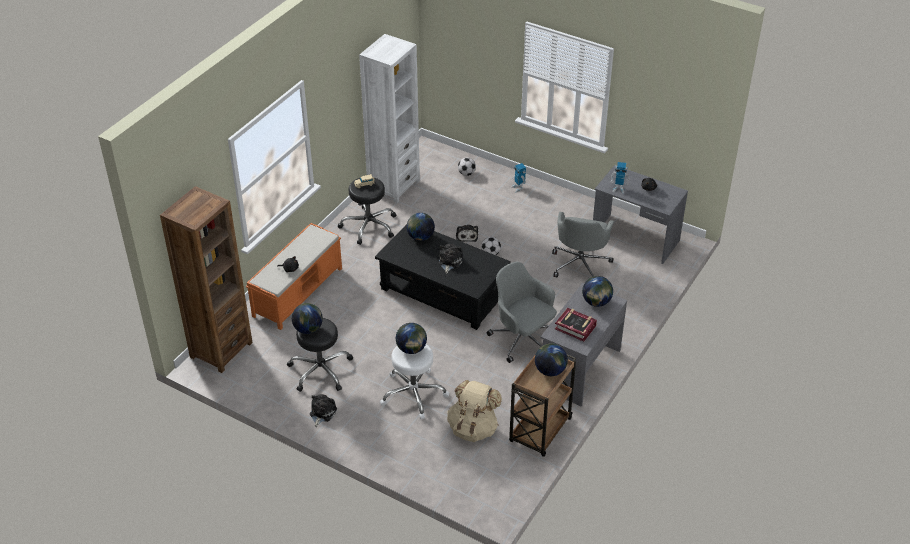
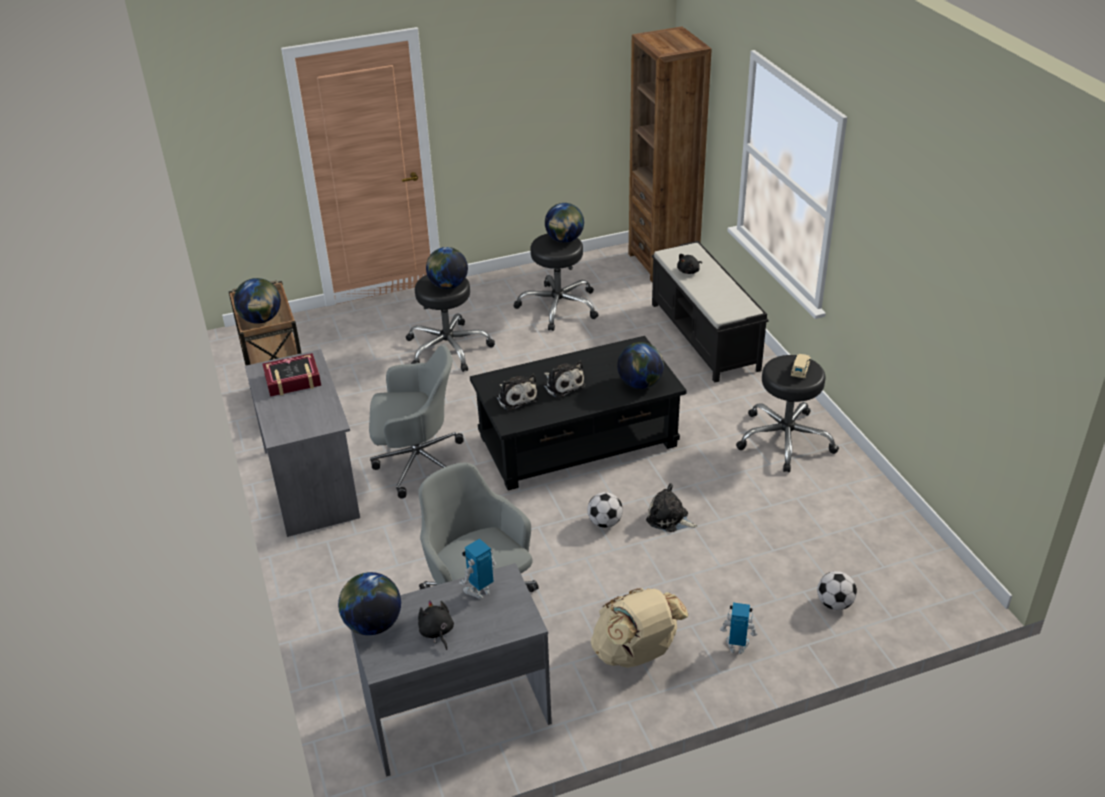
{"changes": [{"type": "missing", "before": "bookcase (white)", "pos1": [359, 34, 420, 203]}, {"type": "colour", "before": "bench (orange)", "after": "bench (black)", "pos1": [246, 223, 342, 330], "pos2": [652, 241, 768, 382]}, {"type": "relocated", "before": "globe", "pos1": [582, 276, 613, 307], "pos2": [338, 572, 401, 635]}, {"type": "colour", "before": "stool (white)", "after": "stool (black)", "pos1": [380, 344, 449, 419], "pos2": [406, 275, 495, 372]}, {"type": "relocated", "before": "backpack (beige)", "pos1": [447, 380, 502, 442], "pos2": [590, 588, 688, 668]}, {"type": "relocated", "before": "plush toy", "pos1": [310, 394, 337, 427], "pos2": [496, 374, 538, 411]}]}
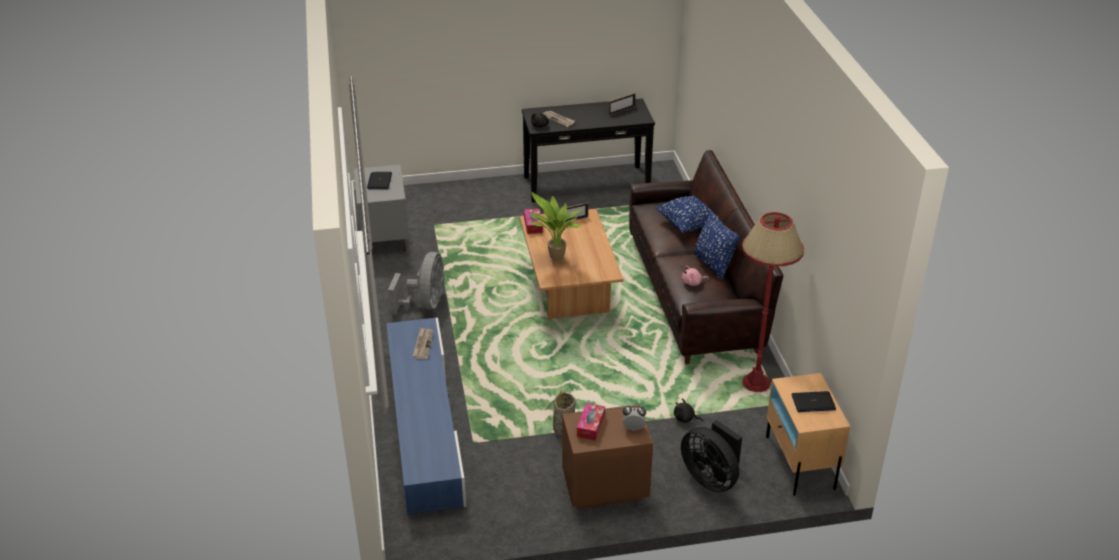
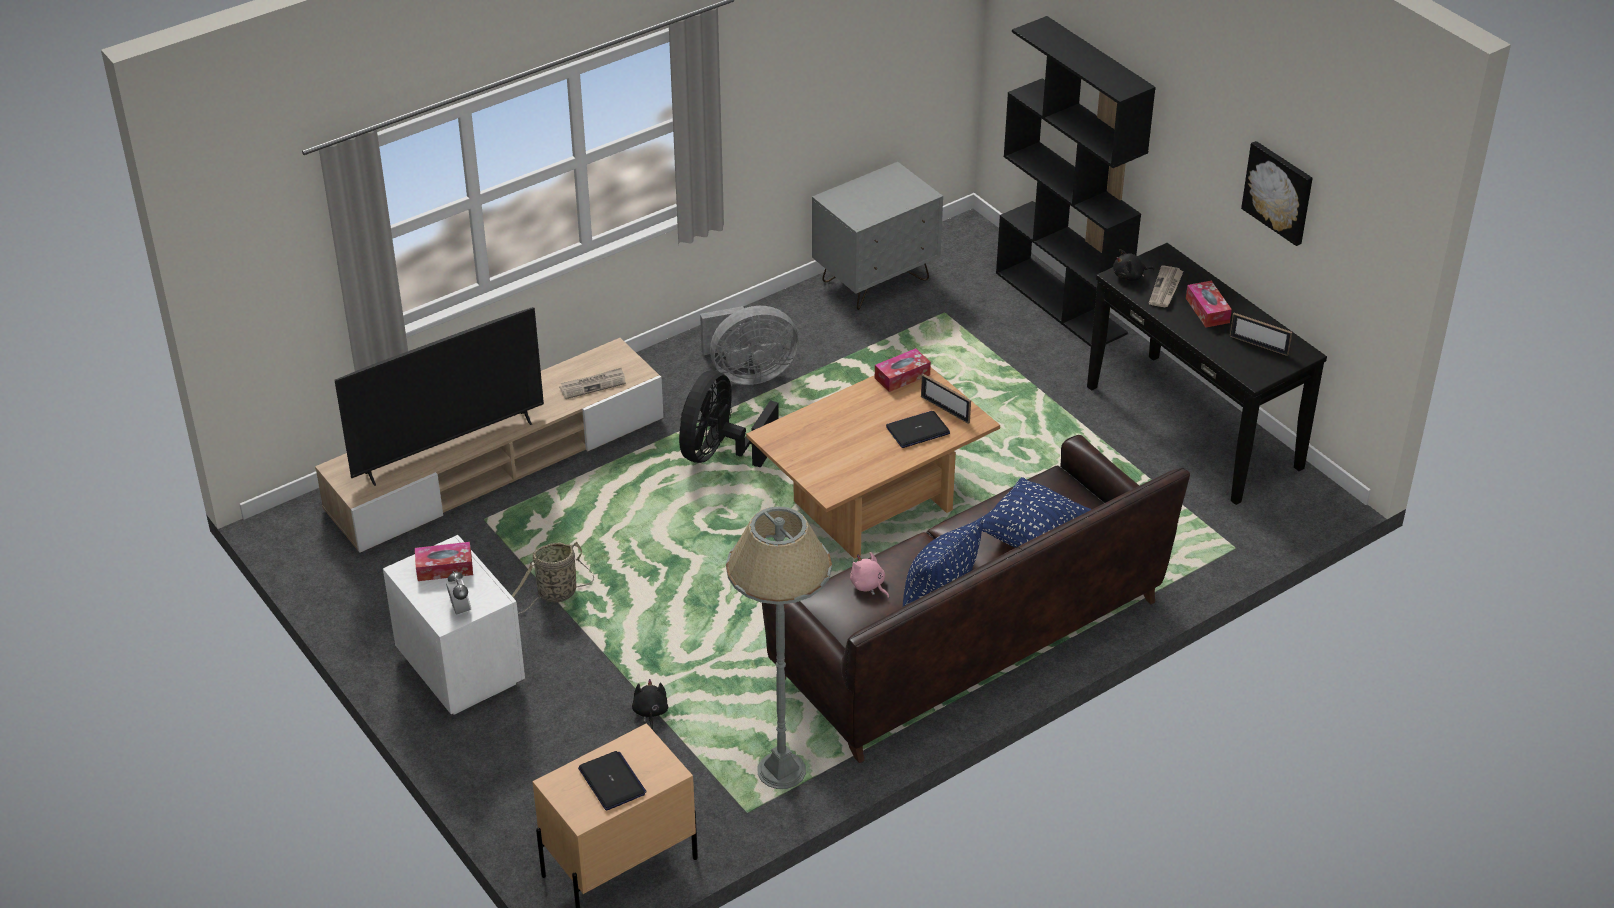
{"changes": [{"type": "relocated", "before": "laptop", "pos1": [367, 172, 392, 189], "pos2": [886, 411, 950, 448]}, {"type": "missing", "before": "potted plant", "pos1": [530, 192, 582, 261]}, {"type": "colour", "before": "floor lamp (red)", "after": "floor lamp (grey)", "pos1": [742, 212, 804, 392], "pos2": [726, 506, 832, 789]}, {"type": "colour", "before": "tv stand (blue)", "after": "tv stand (beige)", "pos1": [386, 317, 466, 515], "pos2": [315, 338, 664, 553]}, {"type": "colour", "before": "nightstand (brown)", "after": "nightstand (white)", "pos1": [562, 404, 653, 509], "pos2": [383, 535, 525, 715]}, {"type": "relocated", "before": "fan (black)", "pos1": [681, 420, 742, 492], "pos2": [679, 371, 779, 468]}, {"type": "appeared", "after": "bookcase (black)", "pos2": [996, 16, 1156, 347]}, {"type": "appeared", "after": "picture", "pos2": [1241, 141, 1313, 246]}, {"type": "appeared", "after": "tissue box", "pos2": [1186, 281, 1232, 327]}, {"type": "appeared", "after": "television", "pos2": [335, 307, 544, 486]}]}
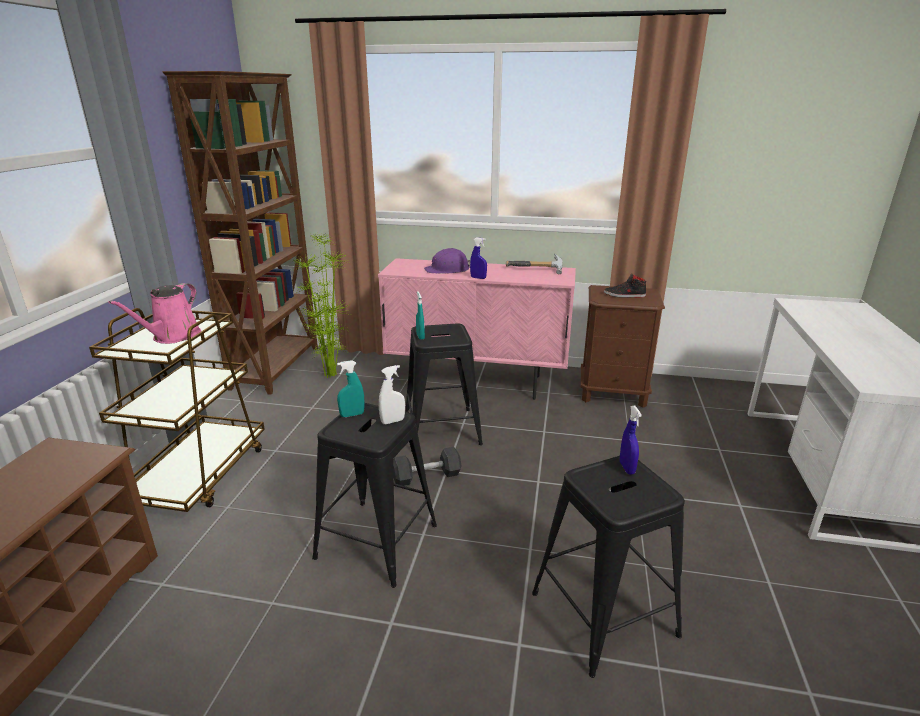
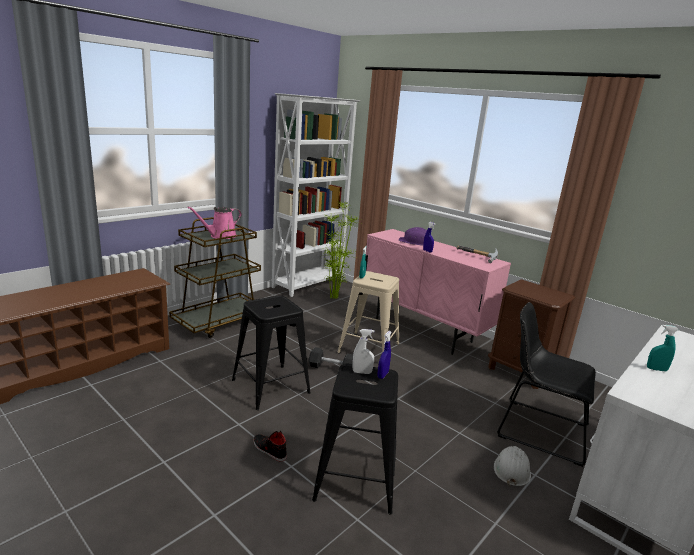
{"changes": [{"type": "colour", "before": "bookcase (brown)", "after": "bookcase (white)", "pos1": [162, 71, 318, 395], "pos2": [272, 93, 361, 297]}, {"type": "relocated", "before": "shoe (black)", "pos1": [604, 273, 646, 298], "pos2": [253, 431, 287, 462]}, {"type": "colour", "before": "stool (black)", "after": "stool (beige)", "pos1": [406, 324, 483, 452], "pos2": [337, 271, 399, 353]}, {"type": "relocated", "before": "spray bottle (turquoise)", "pos1": [337, 360, 364, 417], "pos2": [647, 325, 679, 372]}, {"type": "relocated", "before": "spray bottle (white)", "pos1": [379, 365, 405, 424], "pos2": [352, 329, 375, 374]}, {"type": "appeared", "after": "chair (black)", "pos2": [497, 302, 596, 467]}, {"type": "appeared", "after": "hard hat (white)", "pos2": [494, 446, 531, 487]}]}
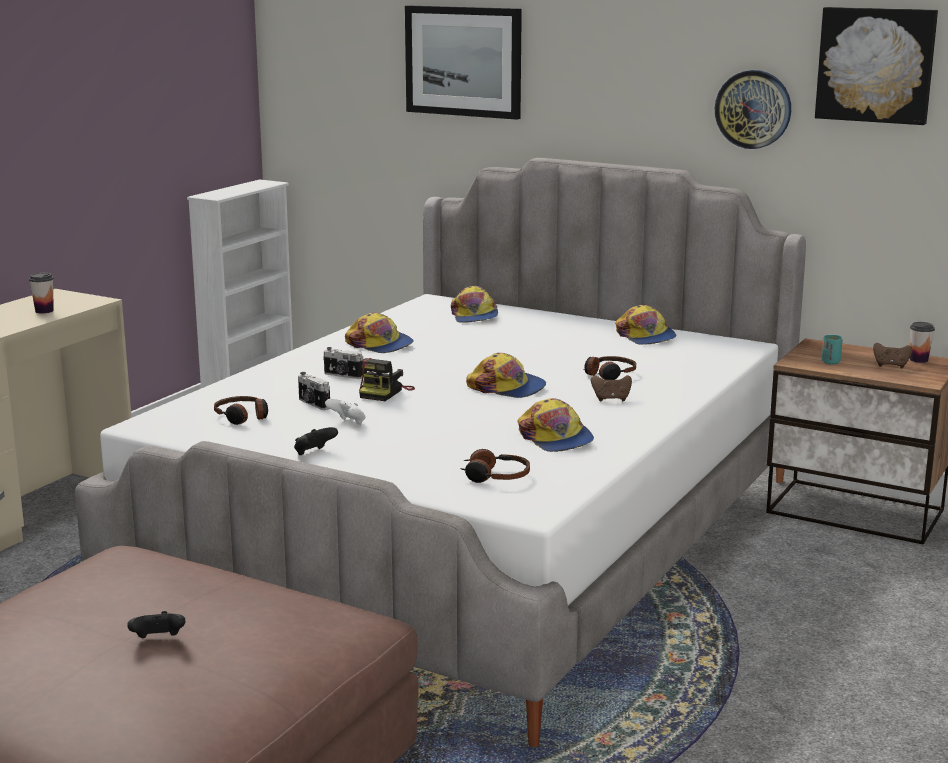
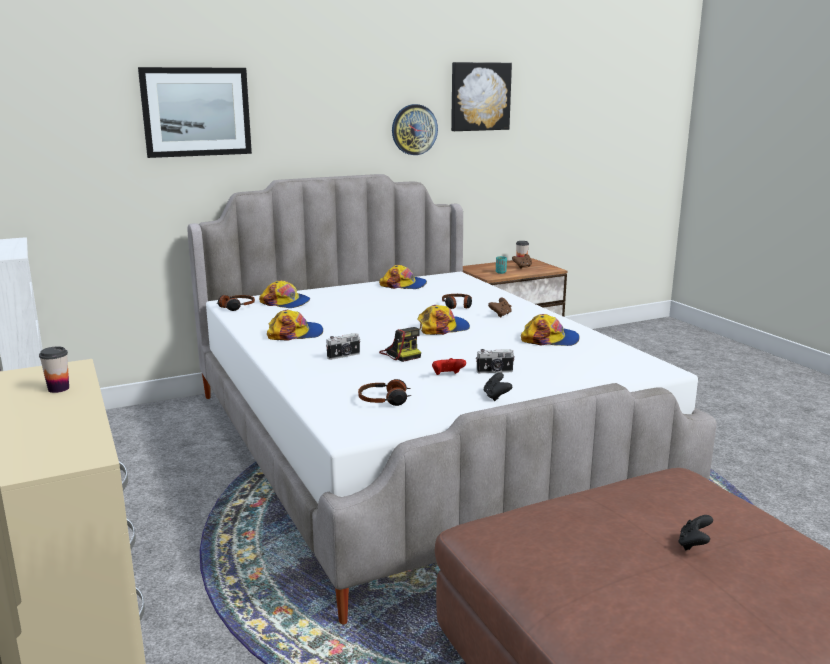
{"changes": [{"type": "relocated", "before": "photo camera", "pos1": [298, 372, 330, 410], "pos2": [476, 349, 515, 373]}, {"type": "colour", "before": "game controller (white)", "after": "game controller (red)", "pos1": [325, 399, 366, 425], "pos2": [432, 358, 466, 375]}, {"type": "relocated", "before": "headphones", "pos1": [460, 449, 530, 483], "pos2": [216, 295, 255, 311]}]}
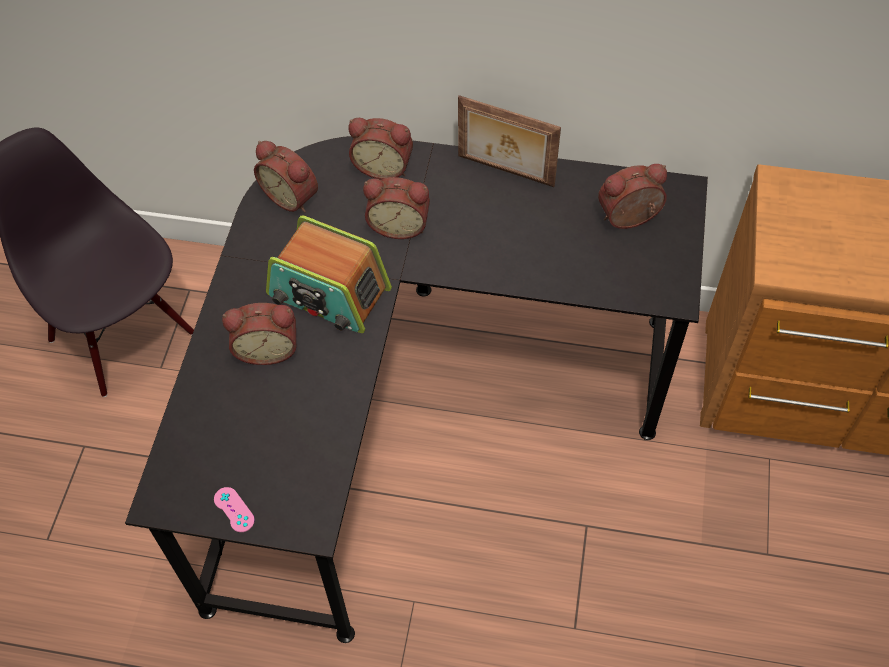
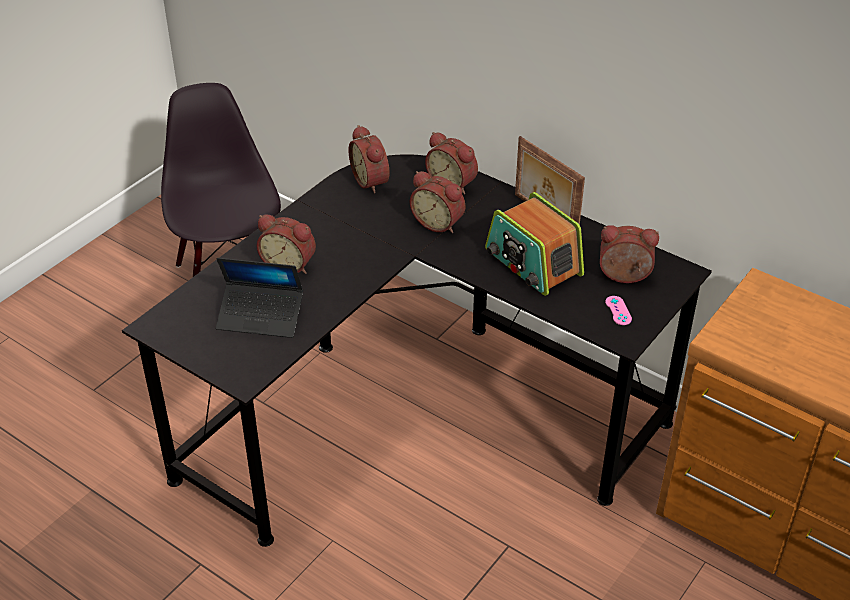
{"changes": [{"type": "relocated", "before": "radio", "pos1": [266, 215, 392, 333], "pos2": [485, 192, 584, 296]}, {"type": "relocated", "before": "game controller (pink)", "pos1": [214, 487, 255, 532], "pos2": [605, 296, 632, 325]}, {"type": "appeared", "after": "laptop", "pos2": [216, 258, 303, 338]}]}
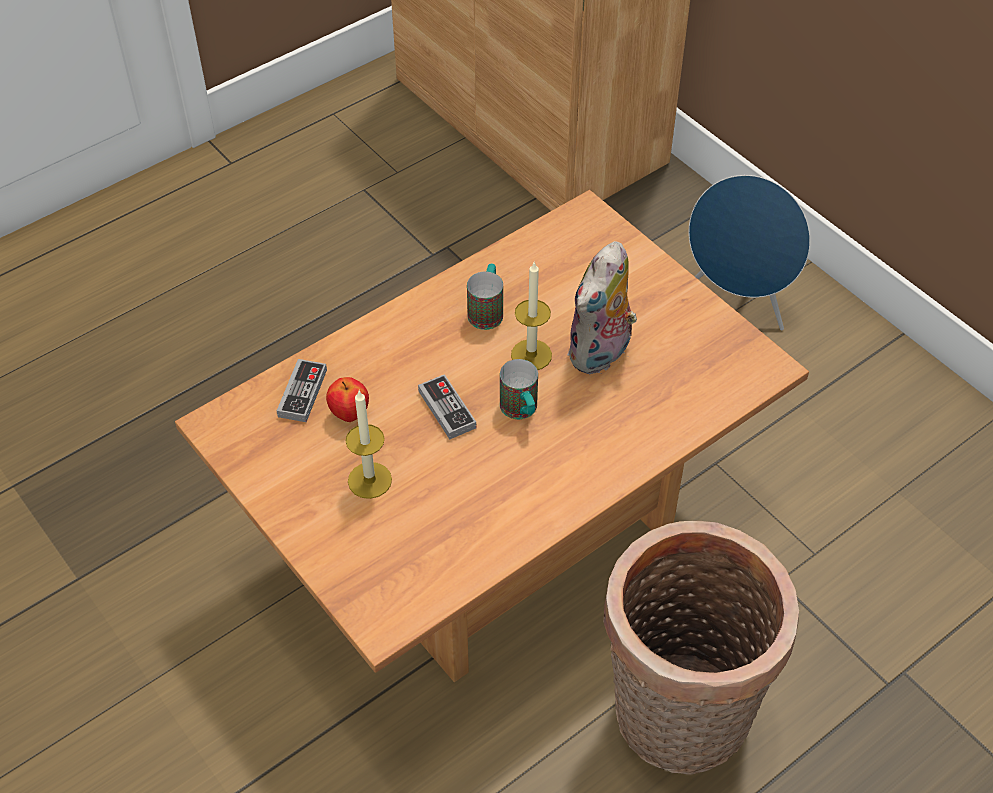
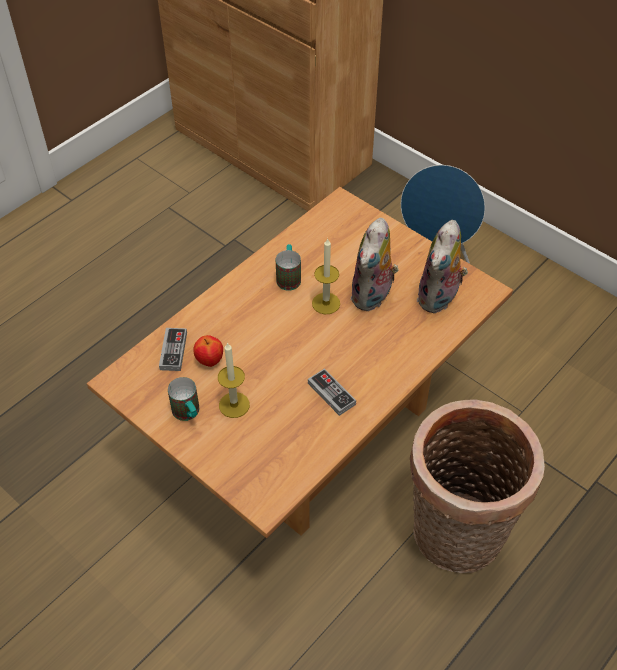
{"changes": [{"type": "relocated", "before": "mug", "pos1": [500, 359, 538, 419], "pos2": [168, 377, 199, 421]}, {"type": "relocated", "before": "game controller", "pos1": [418, 374, 476, 439], "pos2": [308, 368, 356, 416]}, {"type": "appeared", "after": "plush toy", "pos2": [417, 220, 468, 313]}]}
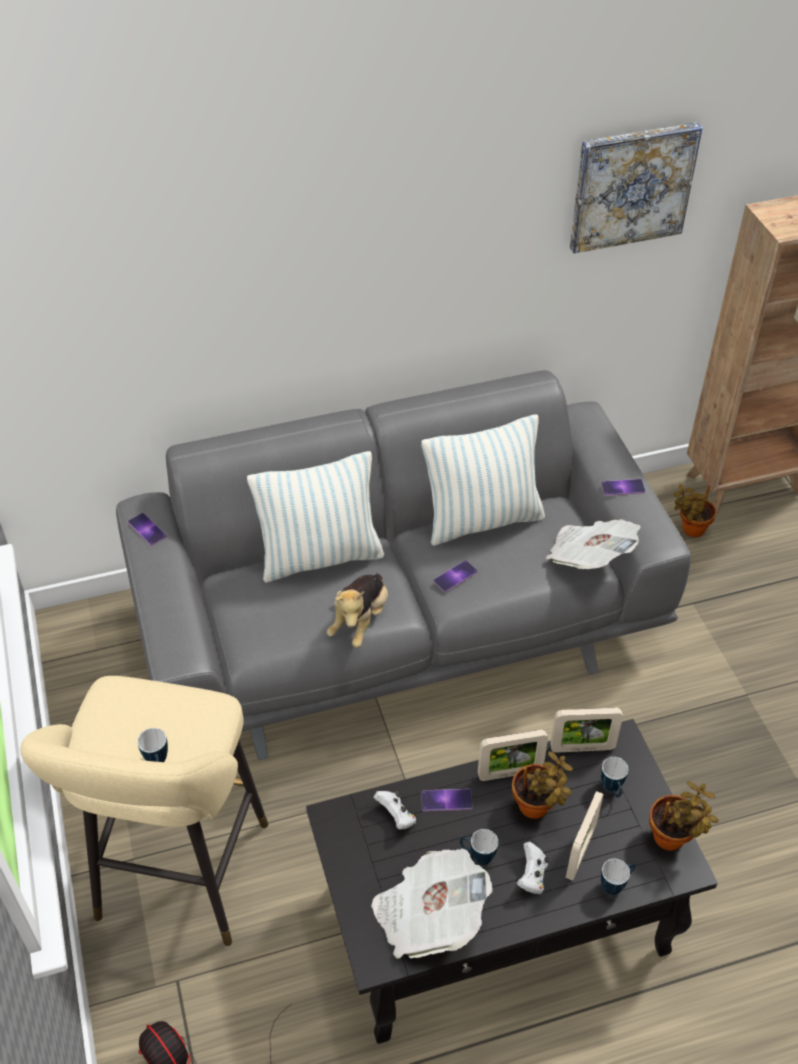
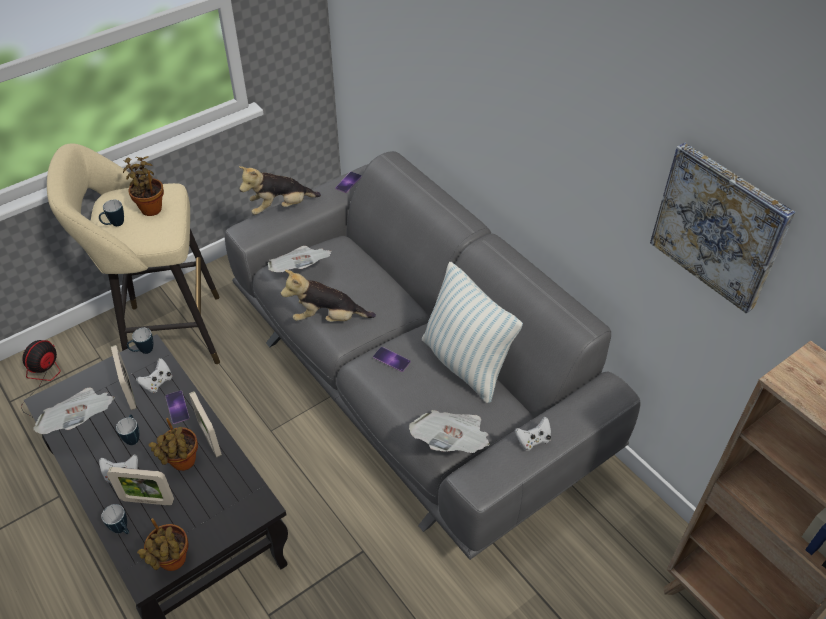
{"changes": [{"type": "missing", "before": "pillow", "pos1": [247, 451, 384, 583]}, {"type": "exchanged", "before": "phone", "after": "game controller (white)", "pos1": [601, 479, 645, 496], "pos2": [515, 417, 551, 451]}, {"type": "relocated", "before": "potted plant", "pos1": [674, 485, 716, 537], "pos2": [123, 156, 164, 216]}, {"type": "relocated", "before": "picture frame", "pos1": [550, 708, 623, 753], "pos2": [111, 345, 137, 410]}, {"type": "relocated", "before": "mug", "pos1": [601, 757, 628, 798], "pos2": [127, 328, 153, 354]}, {"type": "appeared", "after": "plush toy", "pos2": [239, 166, 321, 215]}, {"type": "appeared", "after": "newspaper", "pos2": [268, 246, 331, 272]}]}
